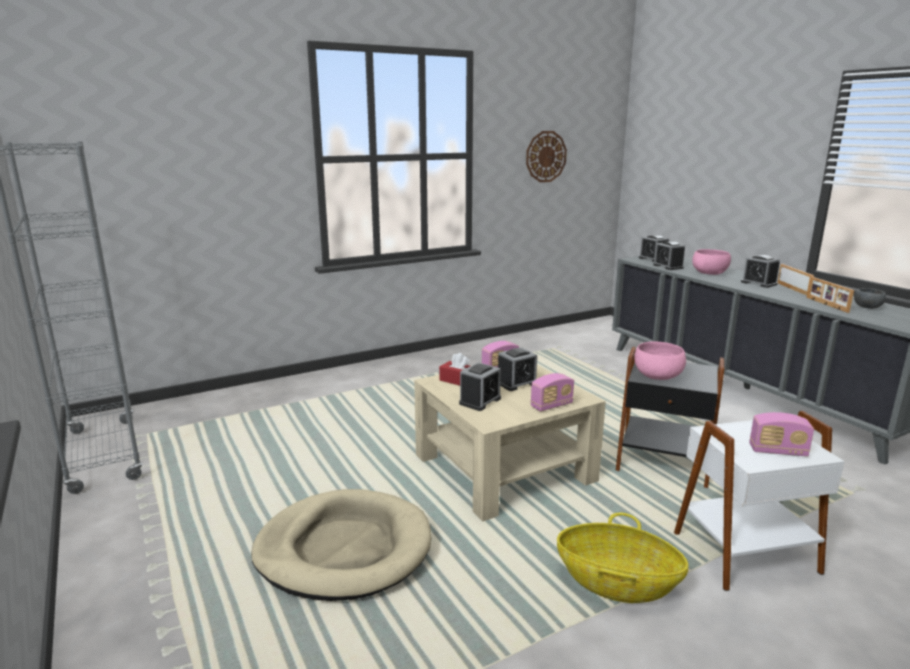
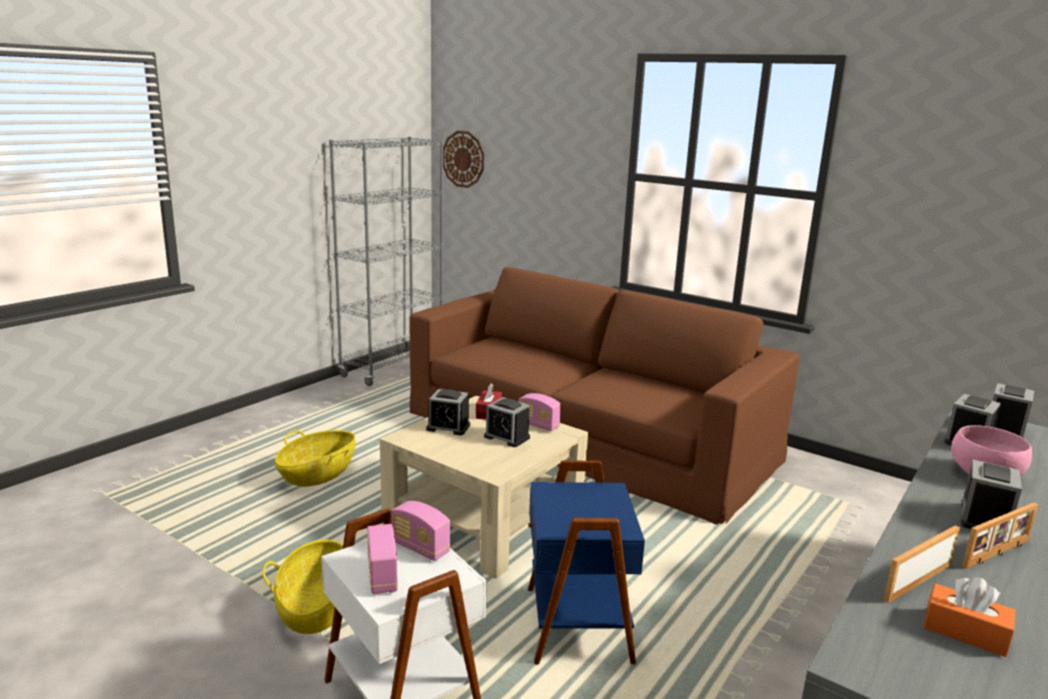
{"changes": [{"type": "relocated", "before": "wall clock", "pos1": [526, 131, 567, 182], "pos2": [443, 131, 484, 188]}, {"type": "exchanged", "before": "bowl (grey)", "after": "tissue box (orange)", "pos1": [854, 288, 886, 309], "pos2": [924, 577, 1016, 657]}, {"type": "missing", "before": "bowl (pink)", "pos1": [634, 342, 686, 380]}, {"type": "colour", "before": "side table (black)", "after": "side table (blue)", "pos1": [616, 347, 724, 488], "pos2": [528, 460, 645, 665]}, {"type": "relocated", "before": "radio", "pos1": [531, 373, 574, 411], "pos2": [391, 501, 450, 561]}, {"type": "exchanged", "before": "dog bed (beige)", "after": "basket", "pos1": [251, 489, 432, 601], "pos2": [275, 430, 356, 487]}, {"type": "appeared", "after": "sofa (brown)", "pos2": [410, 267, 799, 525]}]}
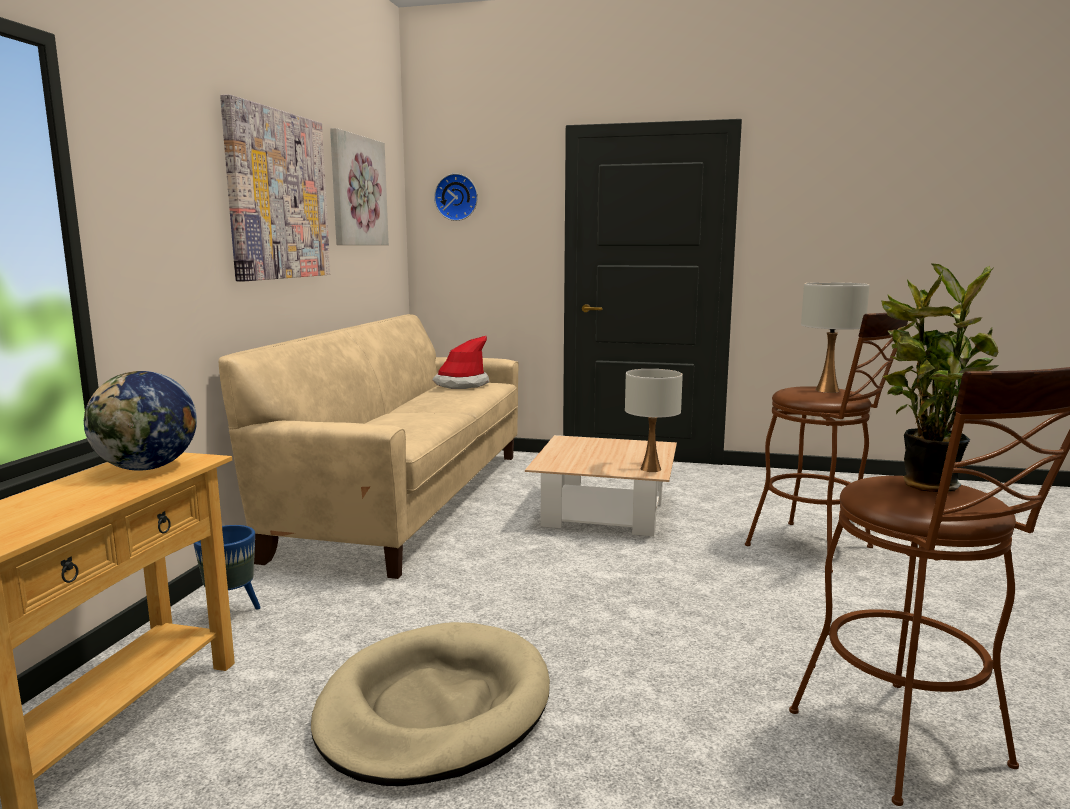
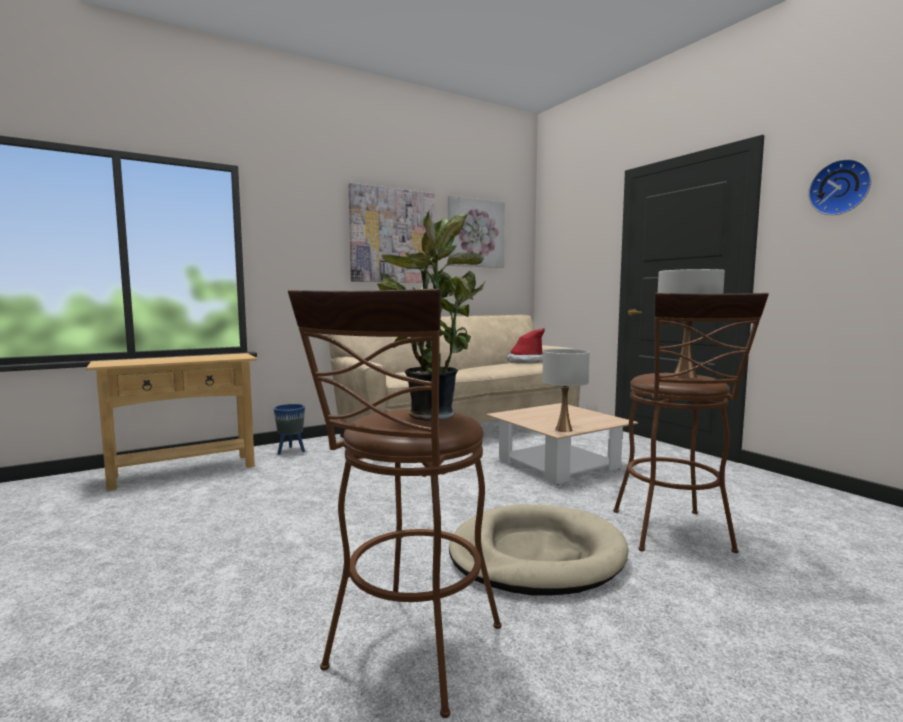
{"changes": [{"type": "relocated", "before": "wall clock", "pos1": [434, 173, 478, 221], "pos2": [808, 159, 872, 215]}, {"type": "missing", "before": "globe", "pos1": [84, 371, 197, 471]}, {"type": "relocated", "before": "dog bed (beige)", "pos1": [311, 622, 550, 786], "pos2": [449, 504, 628, 595]}]}
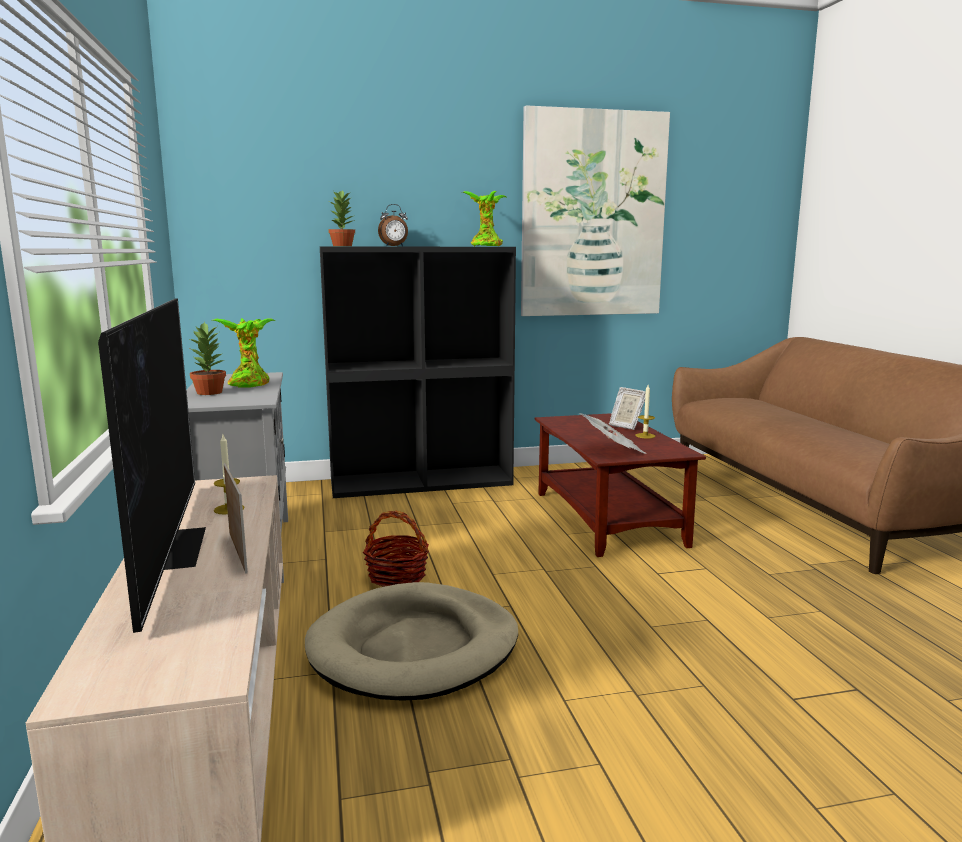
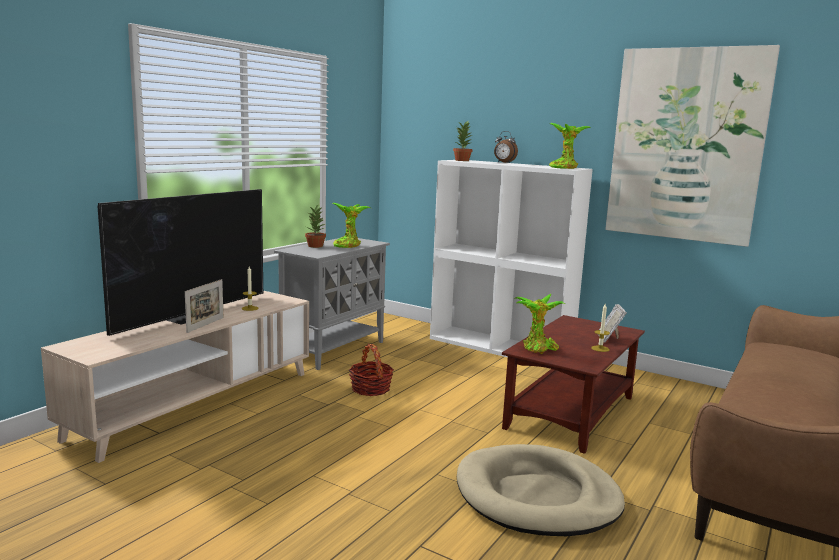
{"changes": [{"type": "colour", "before": "bookcase (black)", "after": "bookcase (white)", "pos1": [320, 246, 516, 498], "pos2": [430, 160, 593, 357]}, {"type": "exchanged", "before": "newspaper", "after": "potted plant", "pos1": [579, 413, 647, 454], "pos2": [516, 294, 565, 354]}, {"type": "relocated", "before": "dog bed (beige)", "pos1": [305, 582, 518, 701], "pos2": [457, 444, 625, 536]}]}
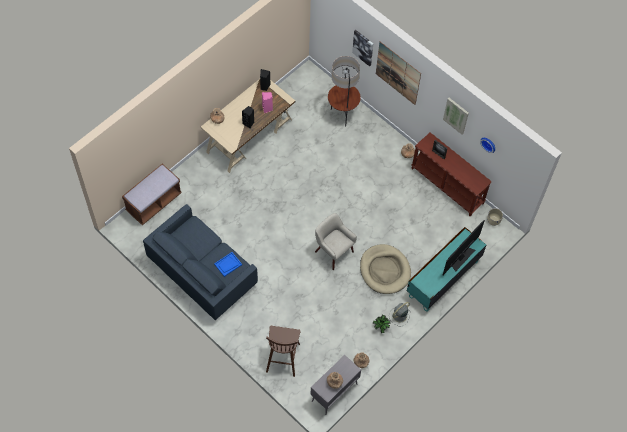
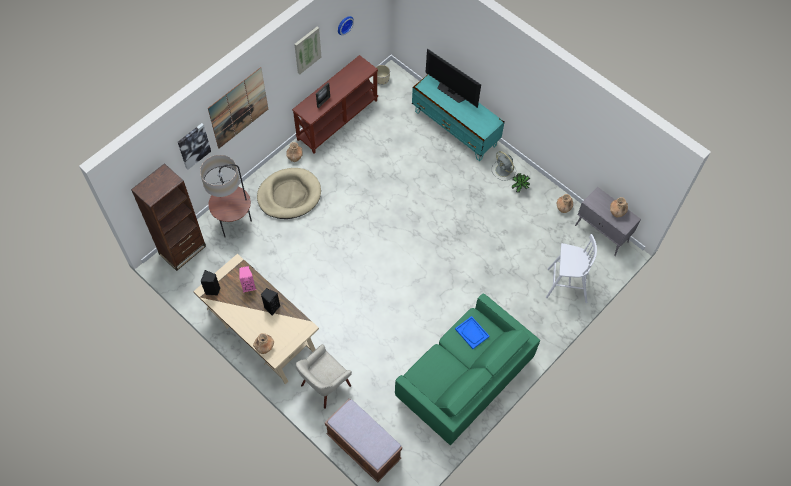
{"changes": [{"type": "colour", "before": "sofa (blue)", "after": "sofa (green)", "pos1": [143, 204, 258, 320], "pos2": [395, 294, 540, 445]}, {"type": "relocated", "before": "armchair (beige)", "pos1": [315, 213, 357, 270], "pos2": [296, 344, 352, 409]}, {"type": "relocated", "before": "dog bed (beige)", "pos1": [360, 244, 411, 294], "pos2": [257, 168, 321, 219]}, {"type": "colour", "before": "stool (brown)", "after": "stool (white)", "pos1": [266, 326, 301, 377], "pos2": [546, 234, 597, 303]}, {"type": "appeared", "after": "bookcase (brown)", "pos2": [131, 163, 206, 271]}]}
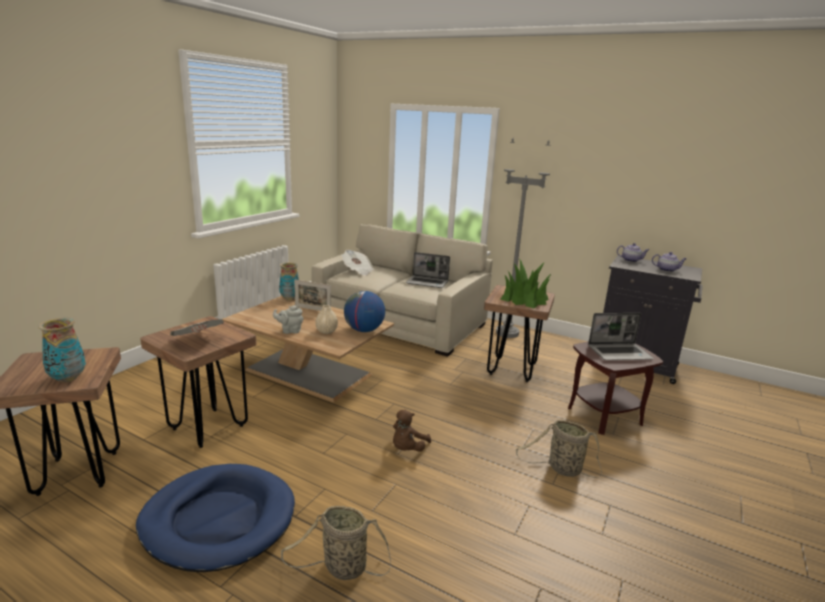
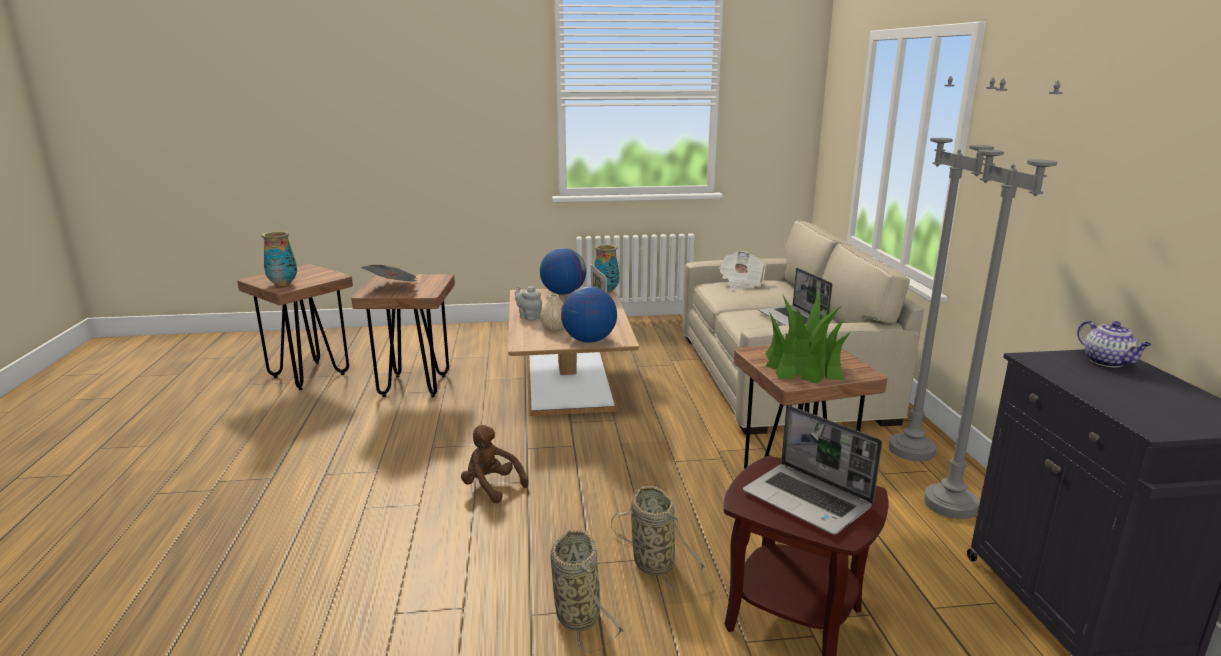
{"changes": [{"type": "missing", "before": "teapot", "pos1": [652, 252, 687, 272]}, {"type": "spun", "before": "plush toy (brown)", "pos1": [393, 410, 431, 452], "pos2": [461, 425, 528, 504], "turn": 45}, {"type": "missing", "before": "dog bed (blue)", "pos1": [136, 464, 295, 572]}, {"type": "relocated", "before": "basket", "pos1": [281, 506, 391, 580], "pos2": [611, 486, 706, 591]}, {"type": "appeared", "after": "floor lamp (grey)", "pos2": [924, 78, 1062, 519]}, {"type": "appeared", "after": "globe", "pos2": [540, 248, 586, 295]}]}
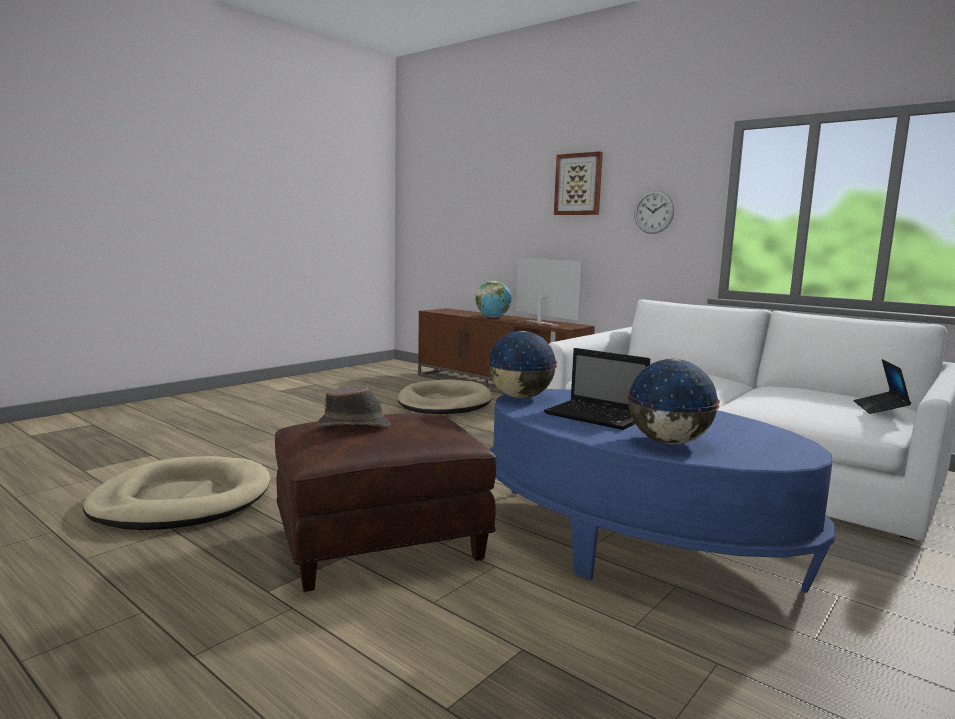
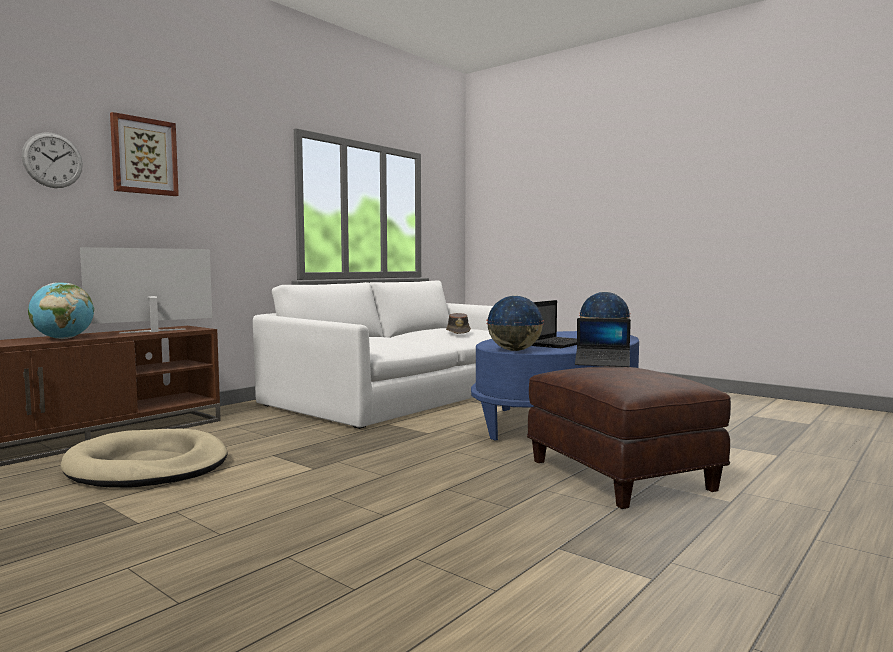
{"changes": [{"type": "relocated", "before": "wall clock", "pos1": [634, 190, 674, 234], "pos2": [22, 133, 83, 188]}, {"type": "relocated", "before": "laptop", "pos1": [853, 359, 911, 414], "pos2": [575, 318, 631, 367]}, {"type": "relocated", "before": "hat (brown)", "pos1": [317, 385, 390, 427], "pos2": [446, 313, 471, 334]}, {"type": "missing", "before": "dog bed (beige)", "pos1": [83, 456, 271, 530]}]}
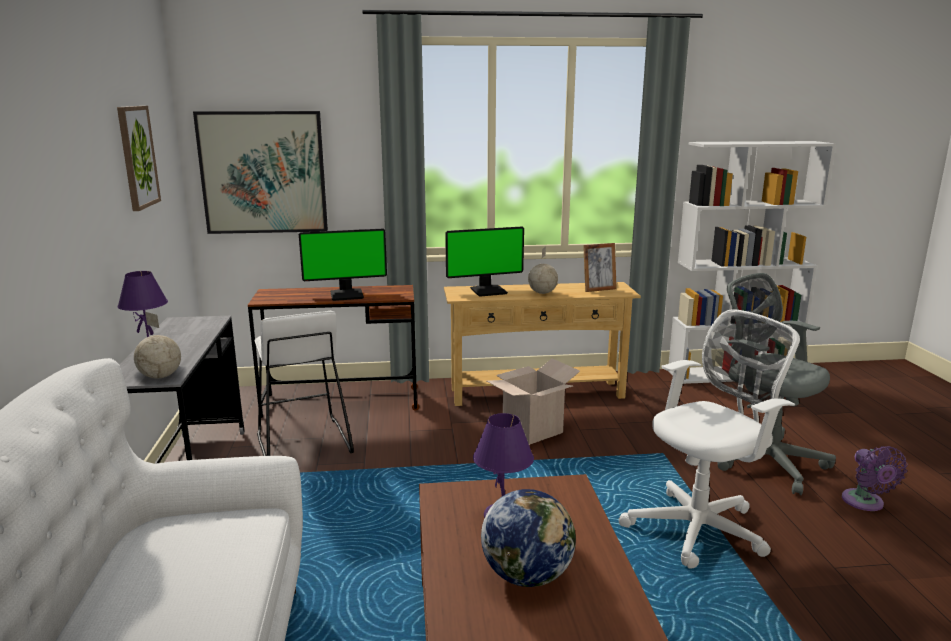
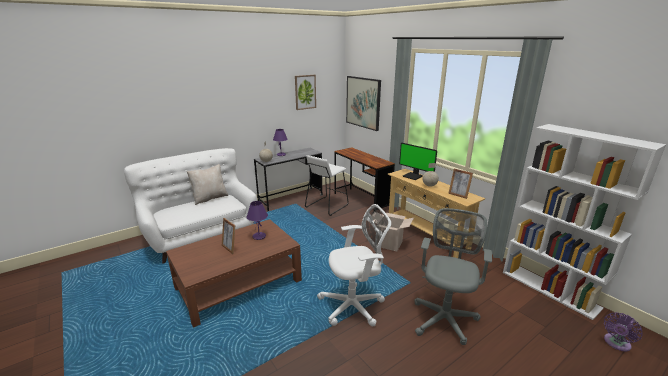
{"changes": [{"type": "missing", "before": "monitor", "pos1": [299, 229, 387, 301]}, {"type": "spun", "before": "office chair (white)", "pos1": [619, 309, 800, 569], "pos2": [317, 204, 391, 326], "turn": -45}, {"type": "relocated", "before": "fan (purple)", "pos1": [842, 446, 908, 511], "pos2": [604, 312, 643, 351]}, {"type": "exchanged", "before": "globe", "after": "picture frame", "pos1": [481, 489, 576, 587], "pos2": [222, 218, 235, 254]}, {"type": "appeared", "after": "pillow (beige)", "pos2": [187, 164, 228, 205]}]}
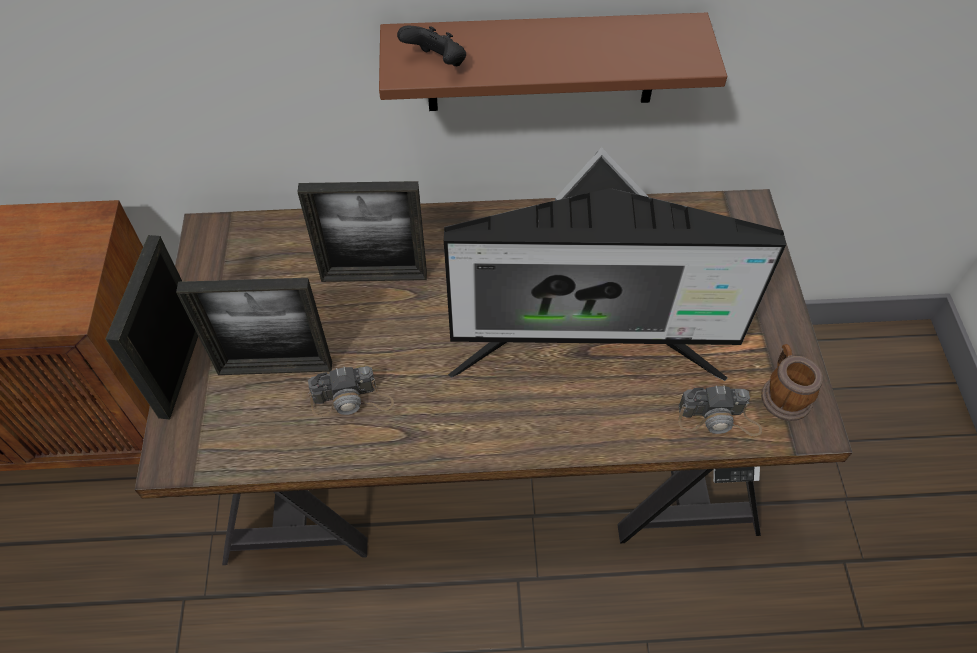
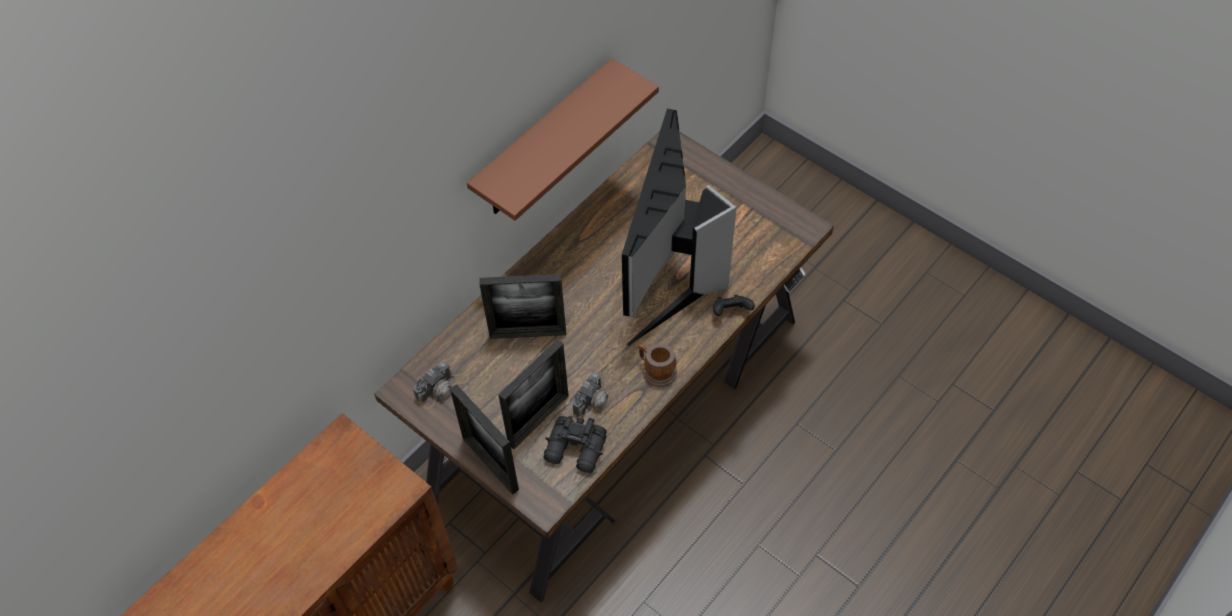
{"changes": [{"type": "relocated", "before": "game controller (black)", "pos1": [397, 26, 466, 66], "pos2": [713, 295, 755, 316]}, {"type": "spun", "before": "monitor", "pos1": [444, 147, 786, 381], "pos2": [622, 109, 737, 347], "turn": 150}, {"type": "spun", "before": "picture frame", "pos1": [297, 181, 427, 282], "pos2": [479, 274, 566, 339], "turn": 45}, {"type": "relocated", "before": "mug", "pos1": [761, 344, 823, 421], "pos2": [638, 344, 677, 387]}, {"type": "relocated", "before": "photo camera", "pos1": [678, 385, 762, 436], "pos2": [413, 361, 469, 409]}, {"type": "appeared", "after": "binoculars (black)", "pos2": [543, 416, 607, 473]}]}
